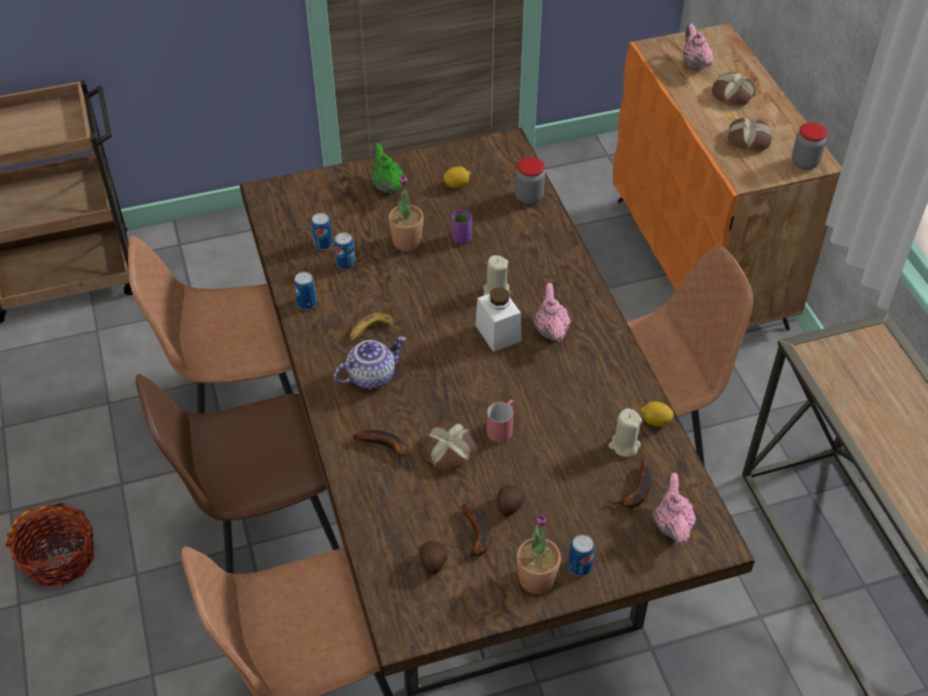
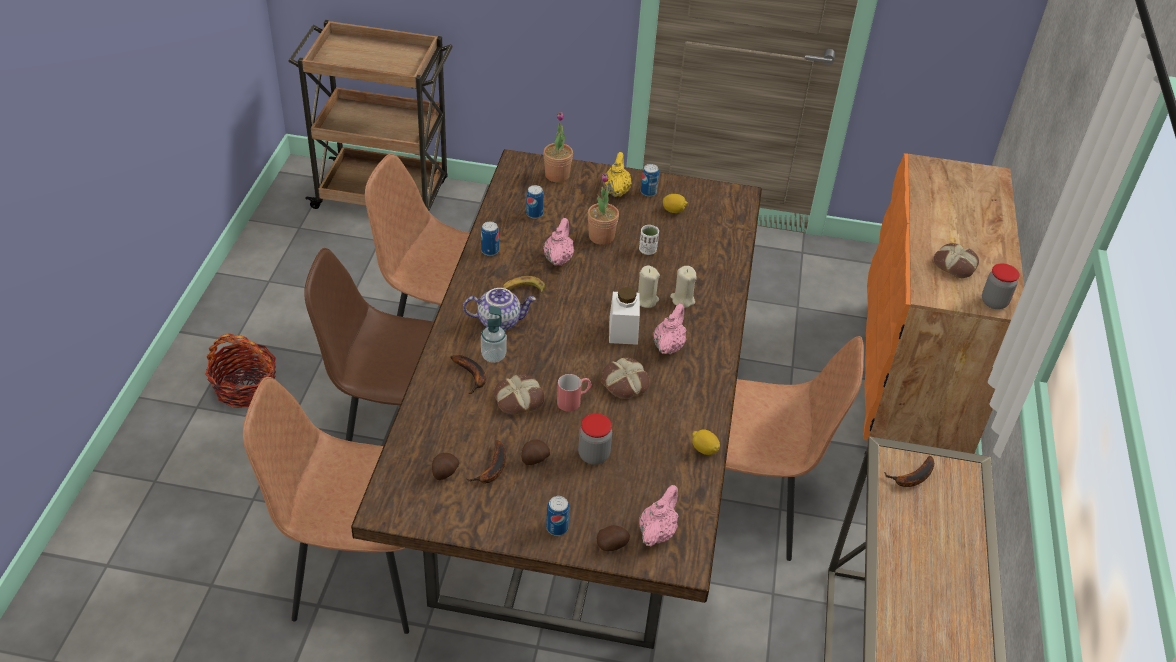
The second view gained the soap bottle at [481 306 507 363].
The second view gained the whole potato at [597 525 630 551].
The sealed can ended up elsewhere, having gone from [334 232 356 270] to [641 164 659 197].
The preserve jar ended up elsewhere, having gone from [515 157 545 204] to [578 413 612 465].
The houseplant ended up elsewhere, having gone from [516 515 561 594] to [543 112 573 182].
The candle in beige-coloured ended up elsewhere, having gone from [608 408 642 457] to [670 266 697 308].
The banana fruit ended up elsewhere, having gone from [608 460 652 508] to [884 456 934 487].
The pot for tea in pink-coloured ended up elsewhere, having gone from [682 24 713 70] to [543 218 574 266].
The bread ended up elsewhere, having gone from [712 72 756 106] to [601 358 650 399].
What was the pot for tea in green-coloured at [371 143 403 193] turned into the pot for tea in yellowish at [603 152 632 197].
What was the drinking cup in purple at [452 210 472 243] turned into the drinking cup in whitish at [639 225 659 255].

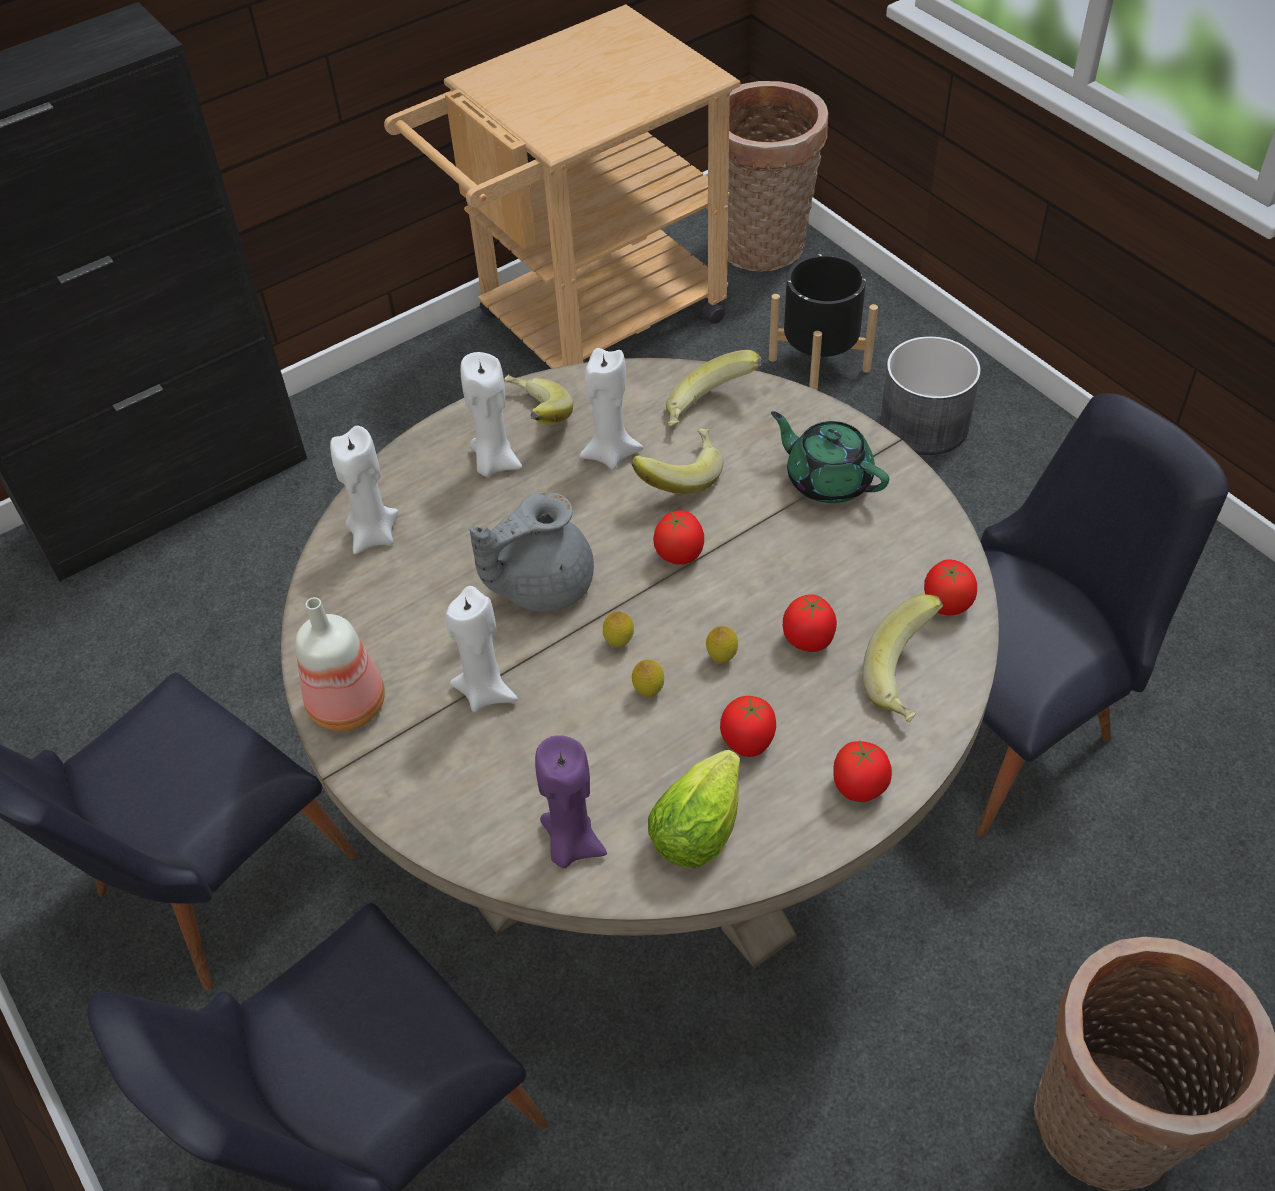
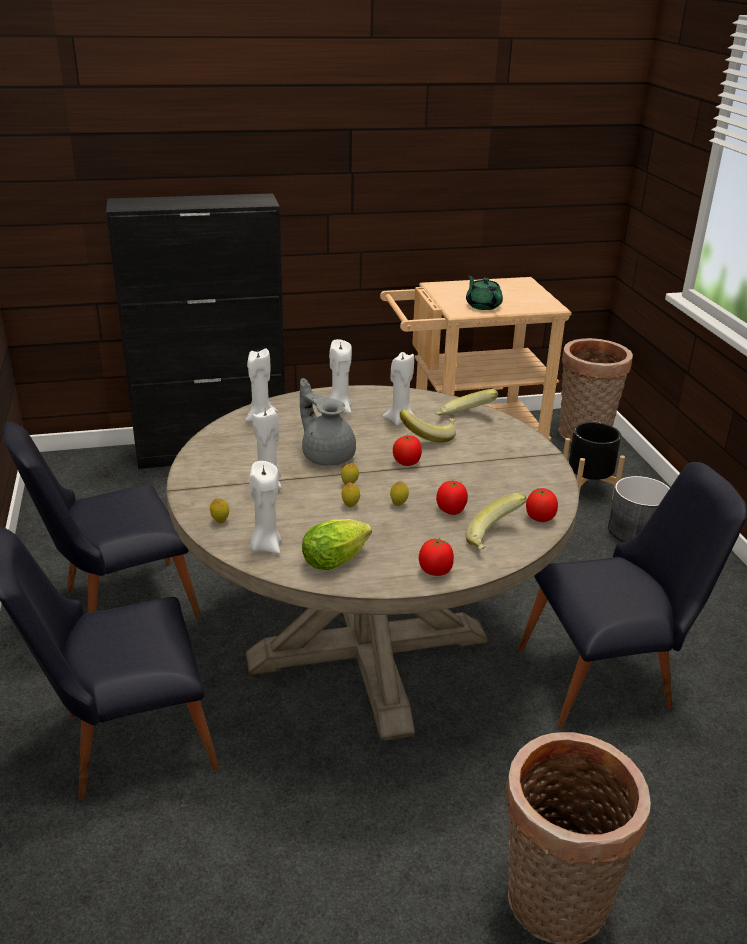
The second view lost the bottle at [295 597 385 731].
The second view lost the banana fruit at [504 375 573 425].
The second view lost the fresh tomato at [720 696 776 757].
The second view gained the whole lemon at [210 499 229 523].
The pot for tea in green-coloured ended up elsewhere, having gone from [771 411 889 503] to [466 275 503 310].
What was the candle in purple at [535 735 607 868] turned into the candle in whitish at [249 461 282 554].
The pot for tea in grey at [470 491 594 612] ended up facing another way, 60 degrees clockwise from before.

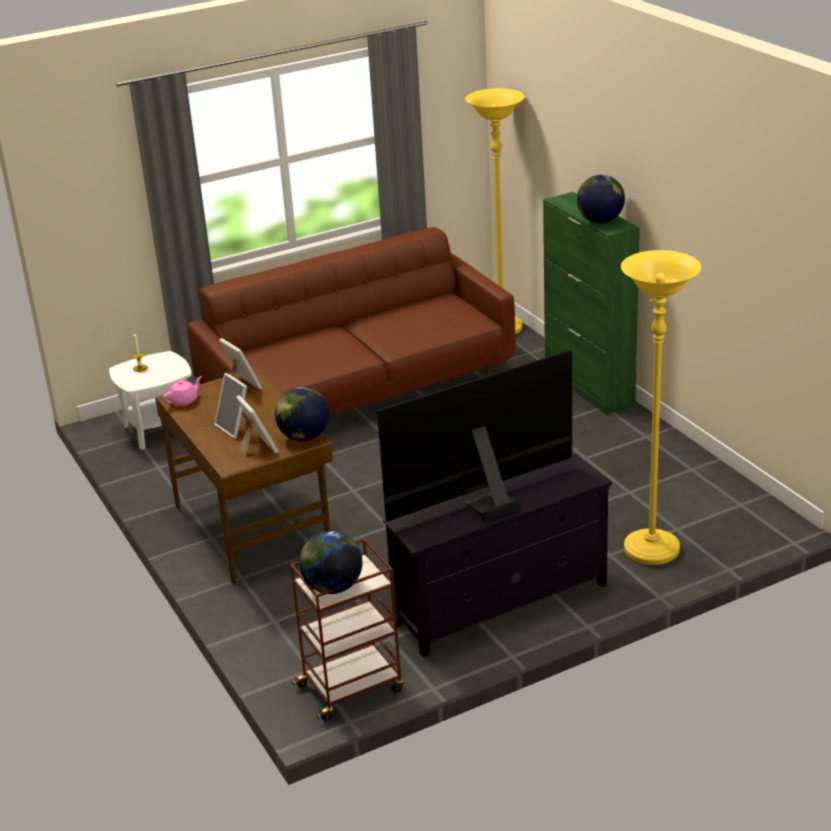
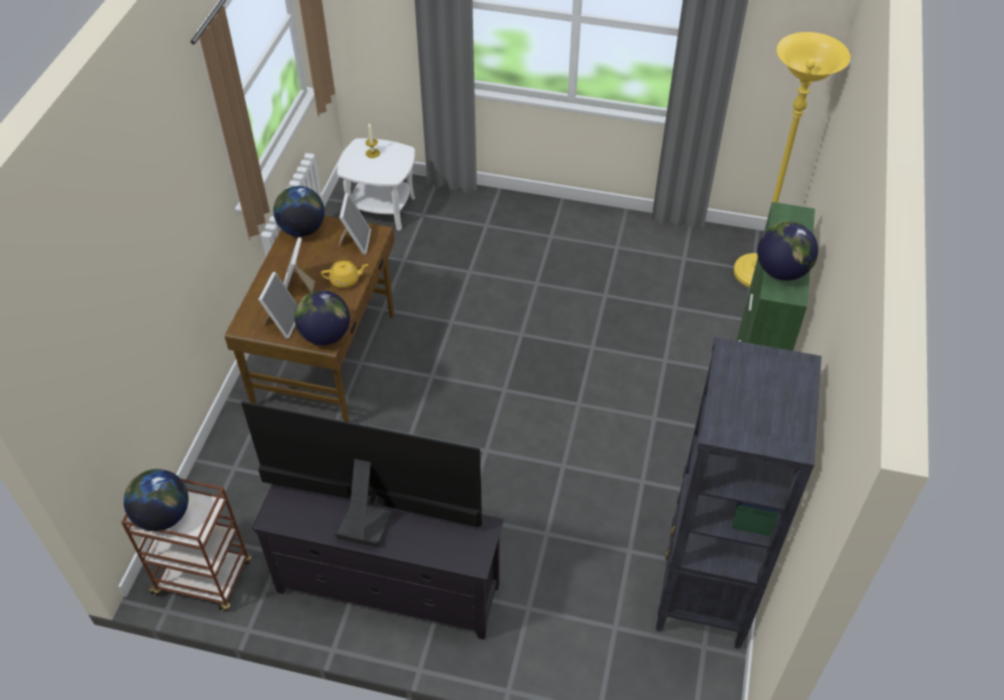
The second view lost the couch in brownish at [187 227 515 416].
The second view lost the floor lamp in yellowish at [621 250 701 565].
The second view gained the pot for tea in yellowish at [320 260 368 288].
The second view gained the bookcase in black-coloured at [656 337 822 649].
Where the pot for tea in pink-coloured stood at [163 376 202 406], the world globe came to stand at [273 186 325 237].

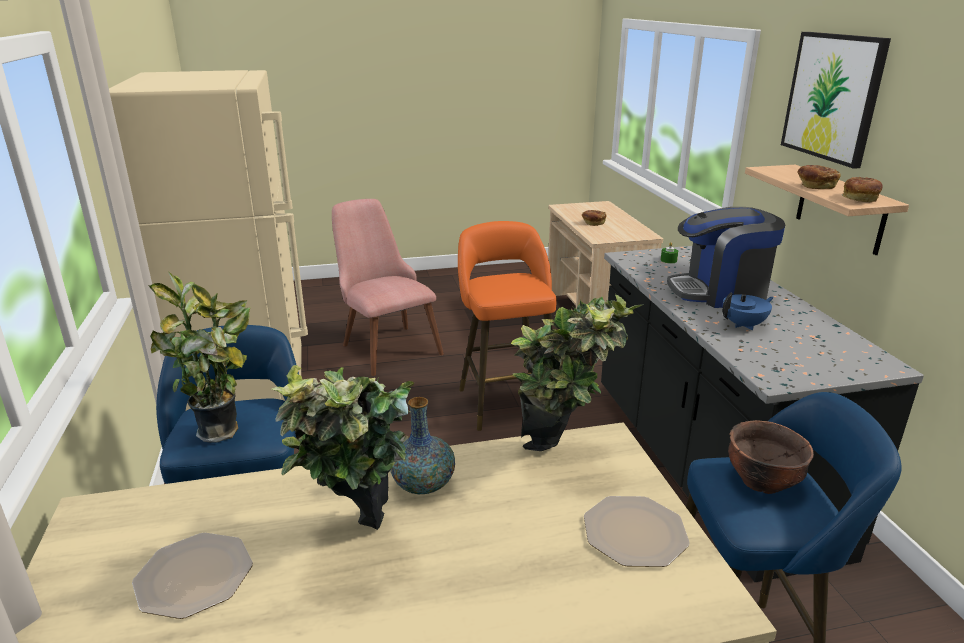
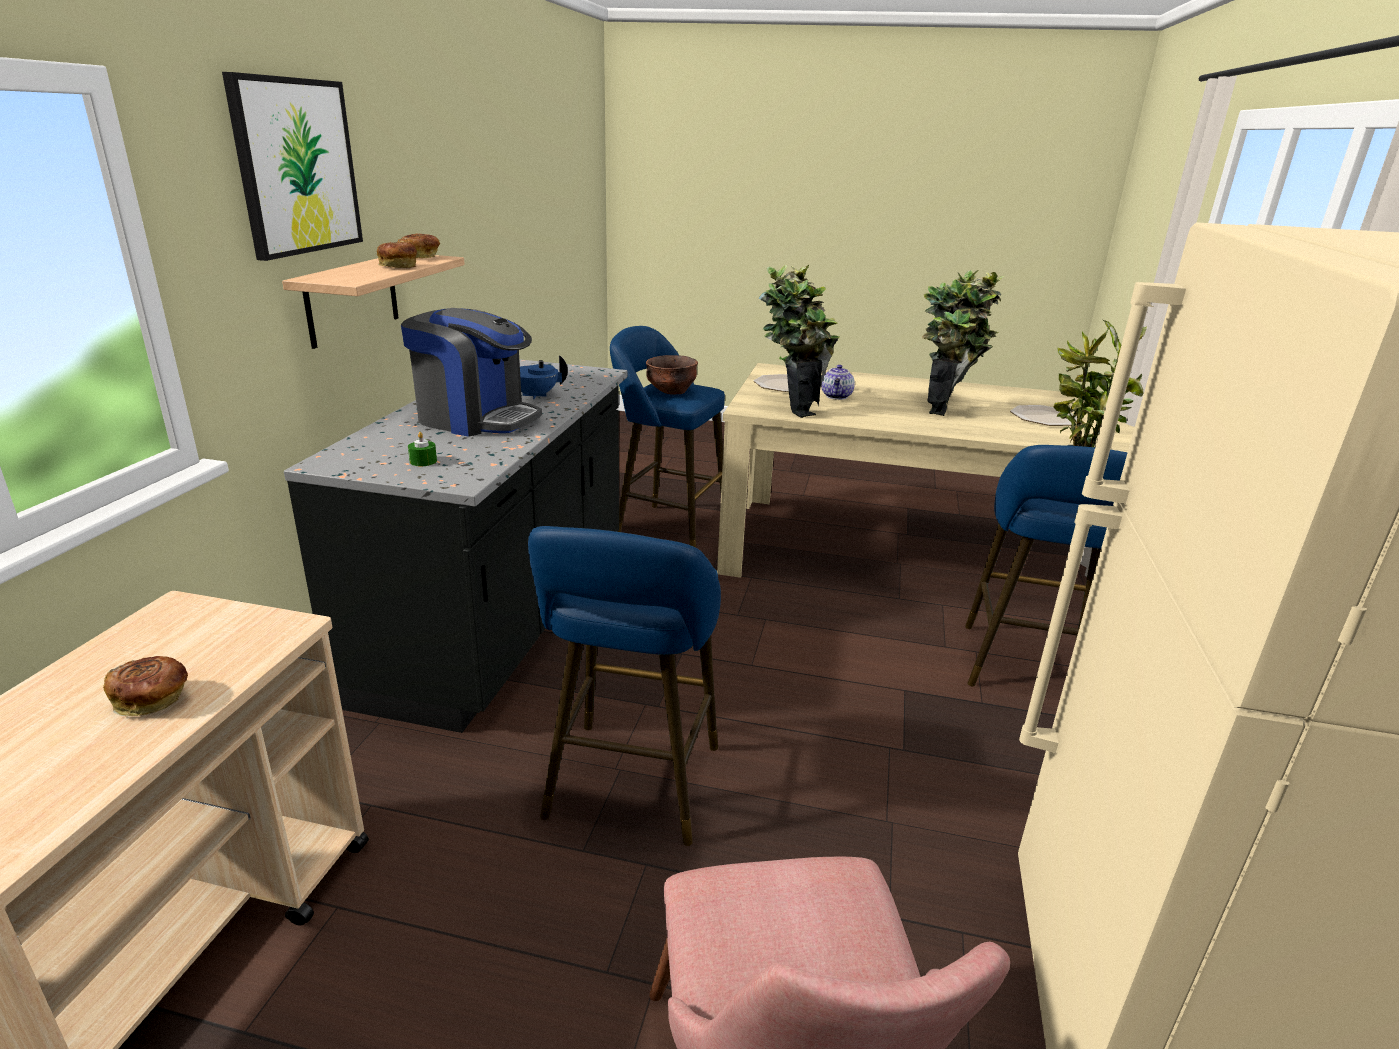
The second view lost the flower vase at [390 397 455 494].
The second view gained the pot for tea at [821 365 855 400].
What was the sitting stool in orangey at [458 221 557 431] turned into the sitting stool in blue-coloured at [528 526 721 846].

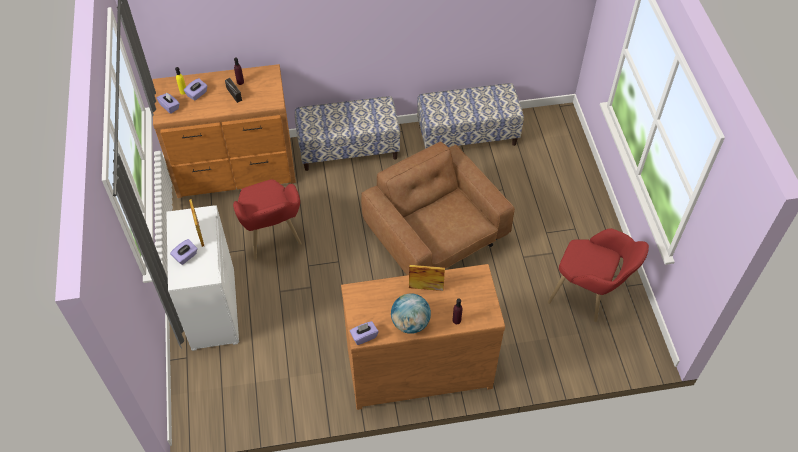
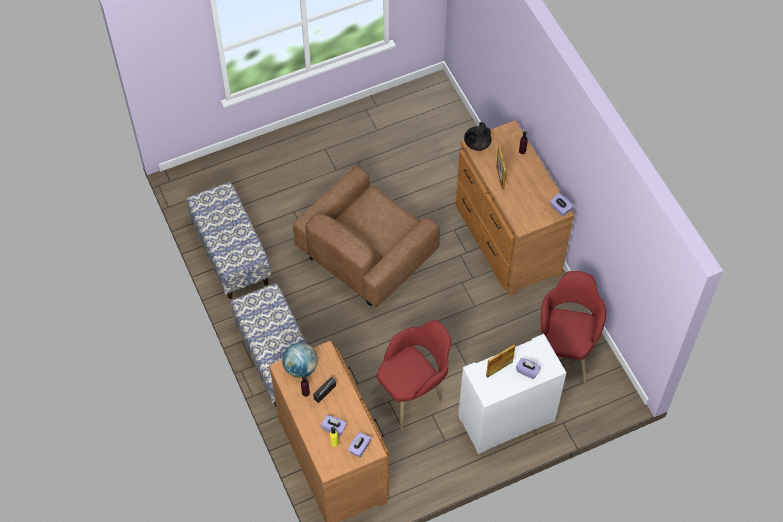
The second view gained the pot for tea in black-coloured at [464 122 491 151].
The world globe ended up elsewhere, having gone from [391 293 431 334] to [282 343 318 378].
The easy chair in red-coloured ended up elsewhere, having gone from [548 228 649 322] to [541 271 606 384].

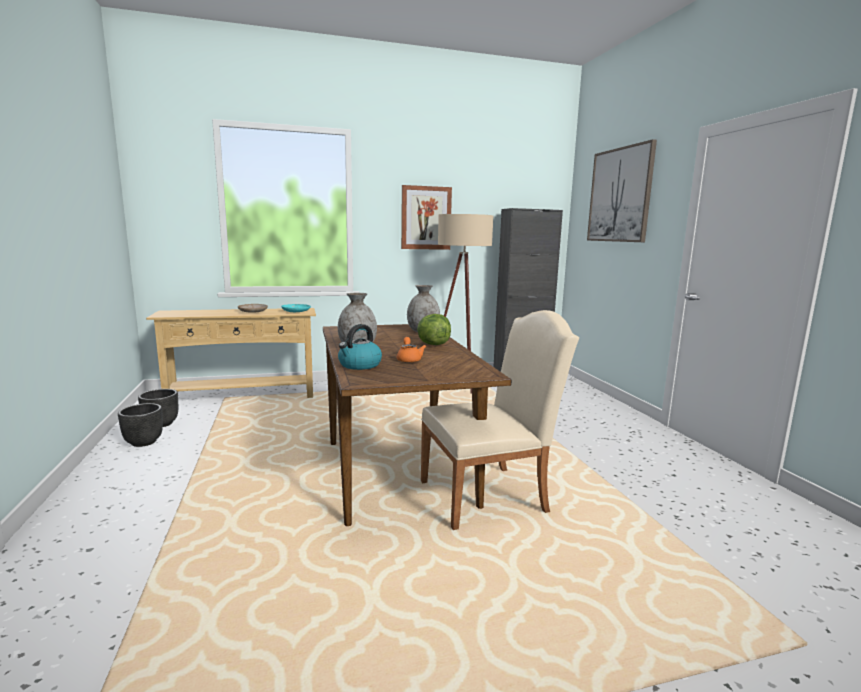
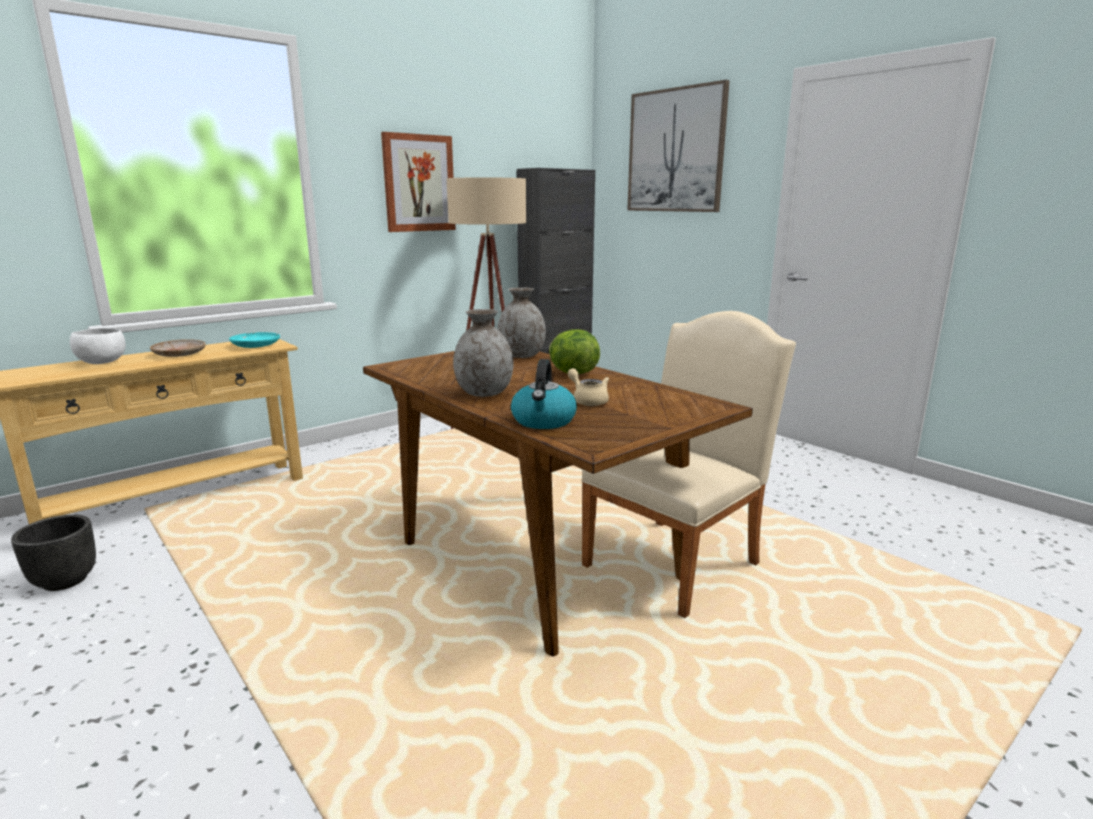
The second view lost the flower pot in black-coloured at [118 403 163 447].
The second view gained the deep dish in whitish at [70 328 126 364].
What was the pot for tea in orangey at [397 337 426 363] turned into the pot for tea in beige-coloured at [568 368 609 406].

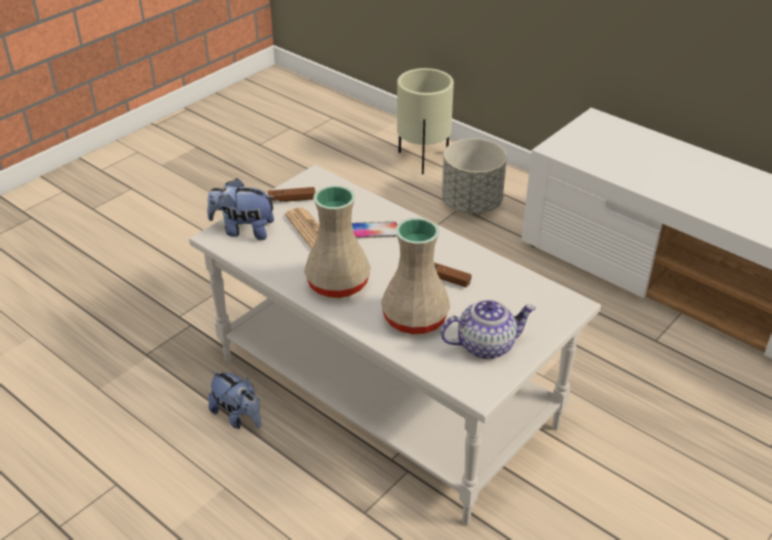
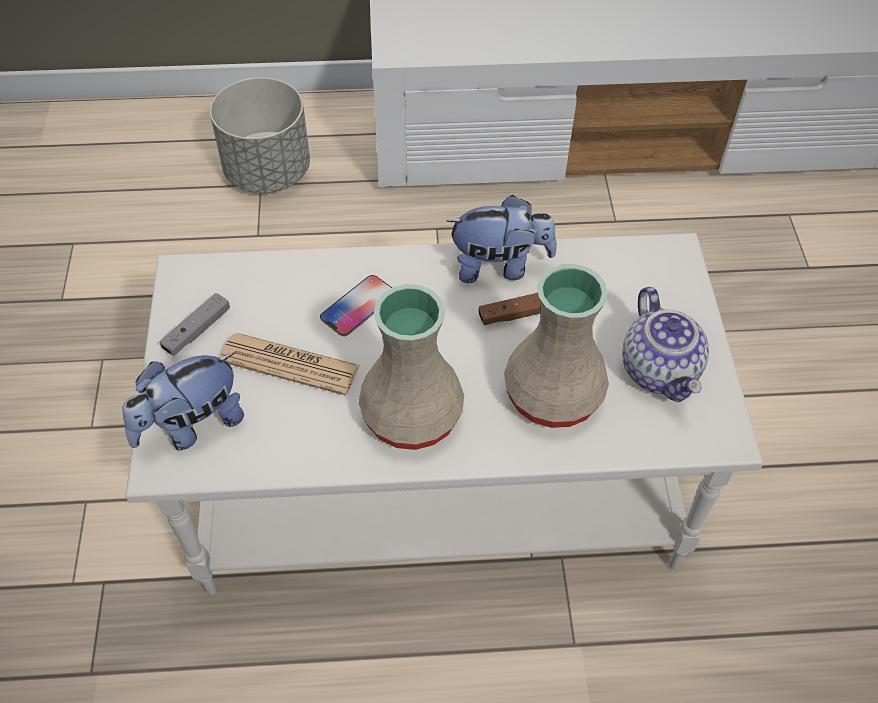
The second view lost the flower pot in beige-coloured at [397 68 454 174].
The plush toy ended up elsewhere, having gone from [208 370 261 429] to [446 195 557 283].
What was the game controller in brownish at [268 187 315 202] turned into the game controller in grey at [159 293 230 356].
The pot for tea at [441 299 536 359] ended up facing another way, 135 degrees clockwise from before.

